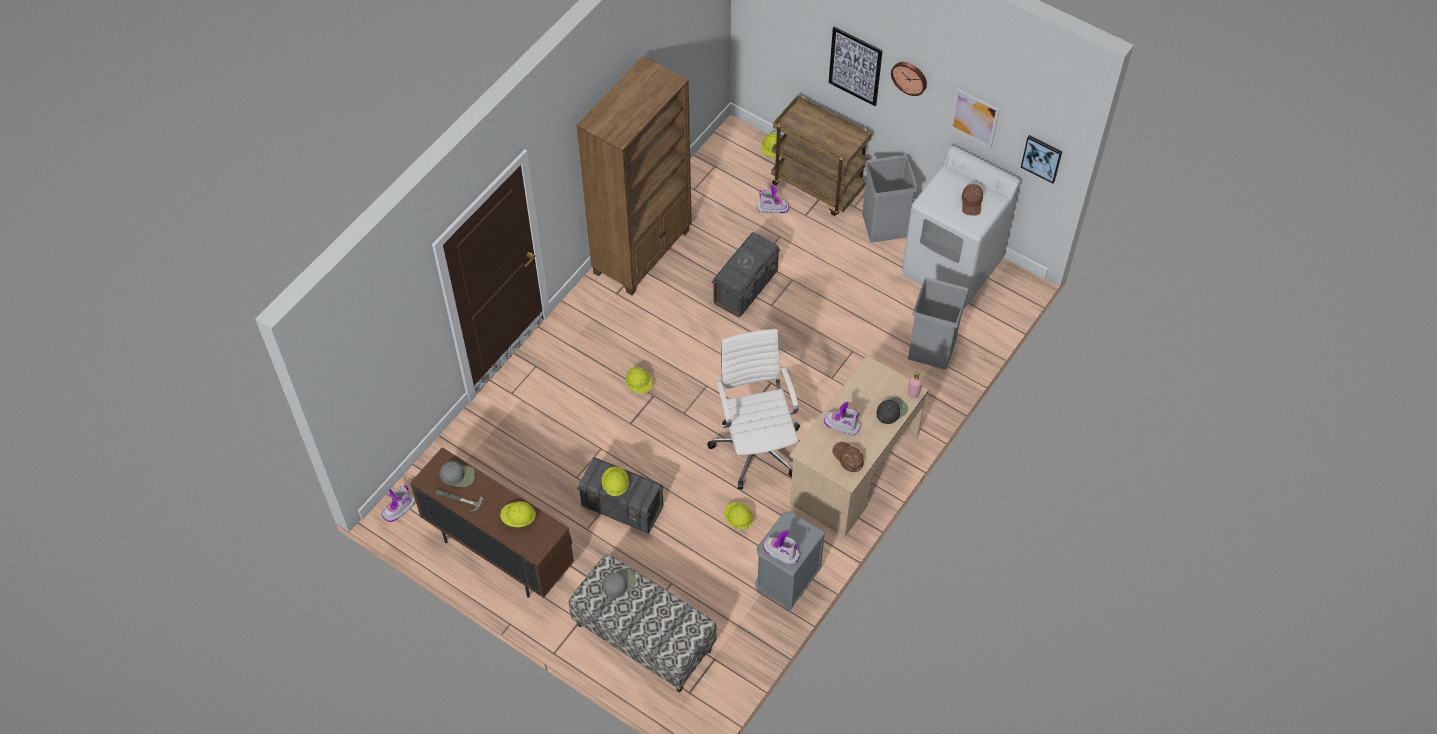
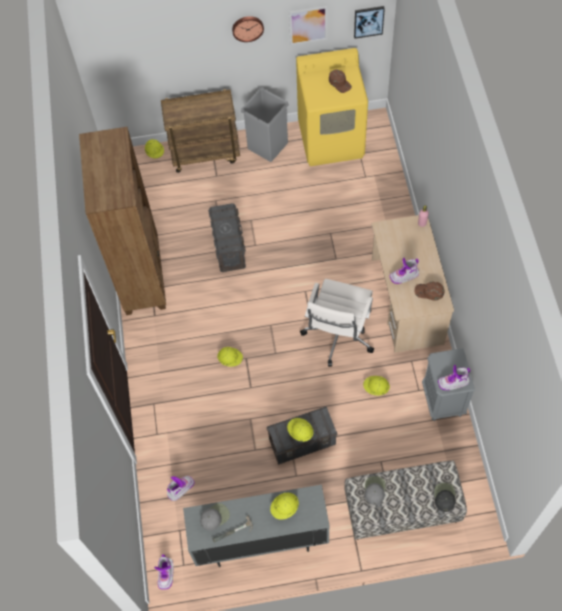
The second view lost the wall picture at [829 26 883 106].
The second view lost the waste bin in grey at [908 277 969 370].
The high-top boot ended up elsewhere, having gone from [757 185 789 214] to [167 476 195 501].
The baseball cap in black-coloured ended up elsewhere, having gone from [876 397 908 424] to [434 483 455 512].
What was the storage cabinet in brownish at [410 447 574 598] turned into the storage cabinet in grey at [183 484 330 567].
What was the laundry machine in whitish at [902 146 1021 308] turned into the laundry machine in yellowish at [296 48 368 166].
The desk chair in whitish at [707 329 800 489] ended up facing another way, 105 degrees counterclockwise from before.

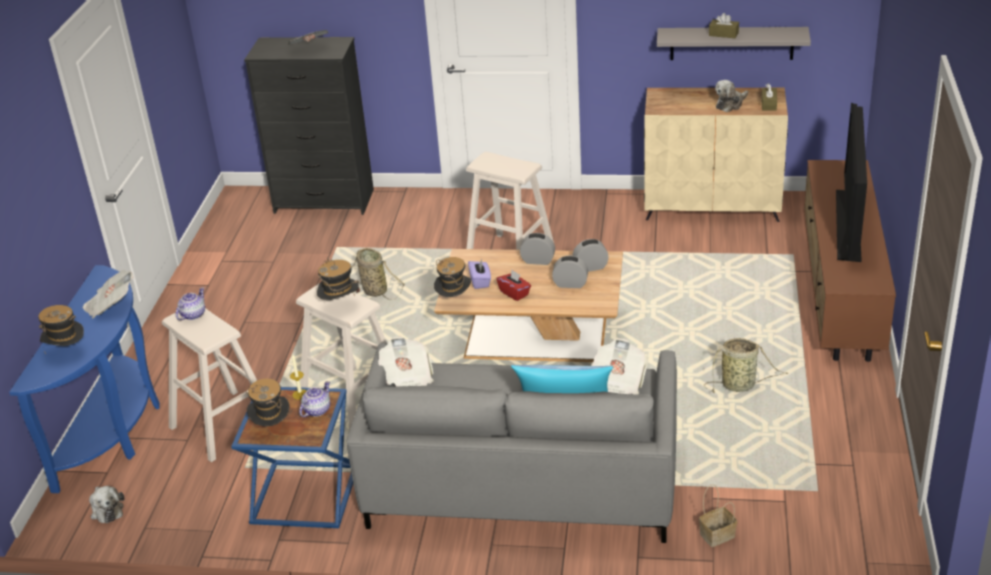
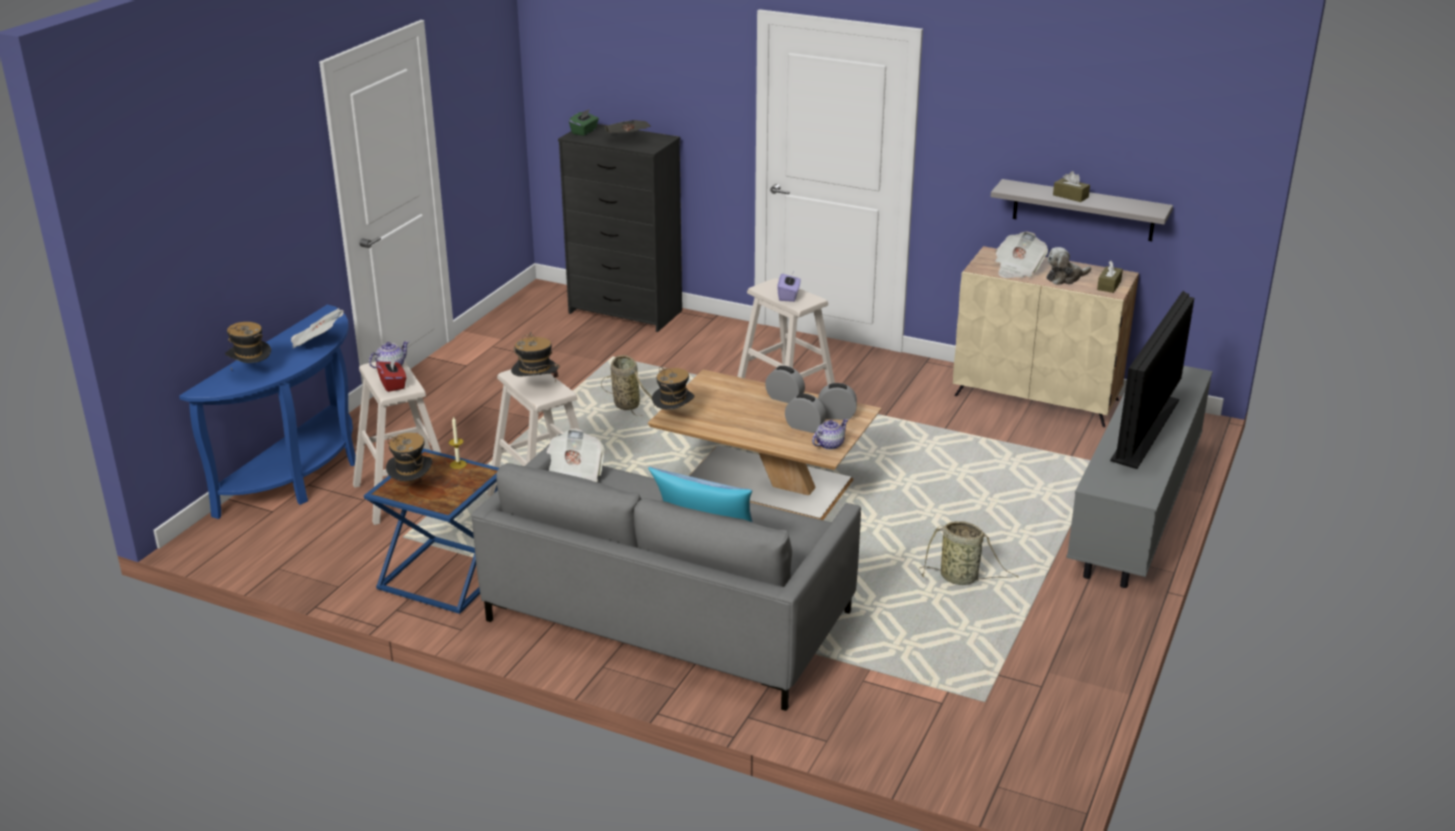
The second view lost the plush toy at [89 486 124 524].
The second view lost the basket at [699 484 737 547].
The second view gained the tissue box in green-coloured at [569 109 599 136].
The pot for tea ended up elsewhere, having gone from [299 381 330 417] to [812 419 848 450].
The tissue box in purple ended up elsewhere, having gone from [468 258 491 289] to [777 274 801 302].
The tissue box in red-coloured ended up elsewhere, having gone from [497 270 531 301] to [376 356 406 392].
The printed paper ended up elsewhere, having gone from [591 339 648 394] to [995 232 1048 278].
What was the media console in brownish at [804 160 896 362] turned into the media console in grey at [1066 366 1213 588].

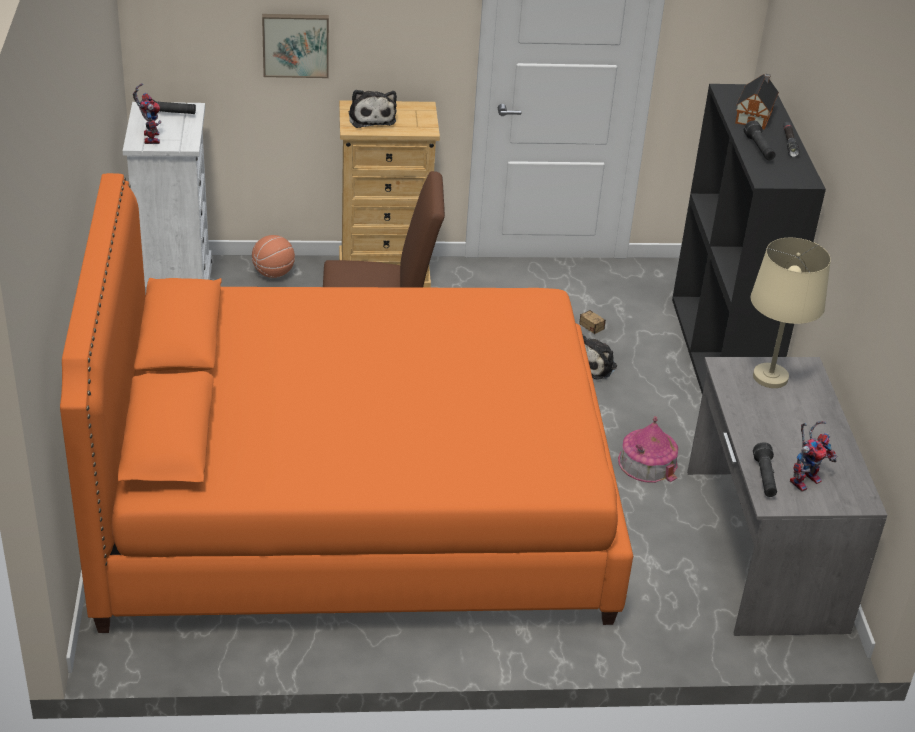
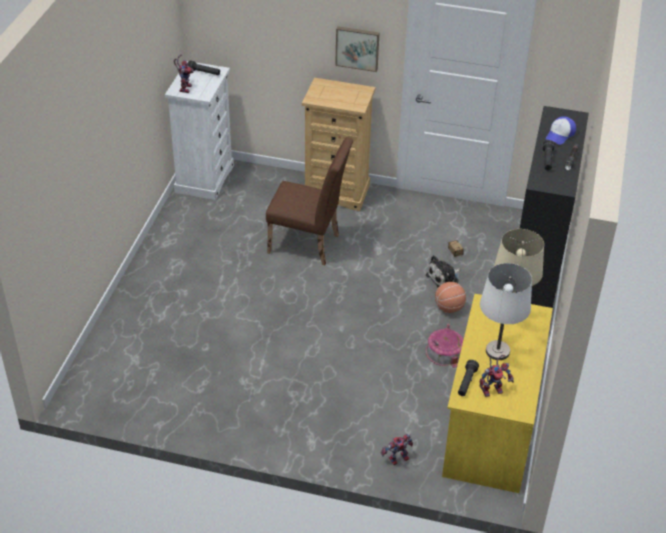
The second view lost the sleeping bed in orangey at [60 173 633 633].
The second view lost the plush toy at [349 90 397 128].
The second view gained the robot figure at [381 434 413 465].
The second view gained the tabletop lamp in whitish at [480 263 532 360].
The ball for basketball ended up elsewhere, having gone from [252 235 295 278] to [435 282 466 313].
The wall picture ended up elsewhere, having gone from [262 14 329 78] to [335 26 380 72].
Where the miniature house stood at [735 74 779 129], the baseball cap came to stand at [546 116 576 145].
What was the desk unit in grey at [687 357 887 636] turned into the desk unit in yellowish at [442 294 553 493].

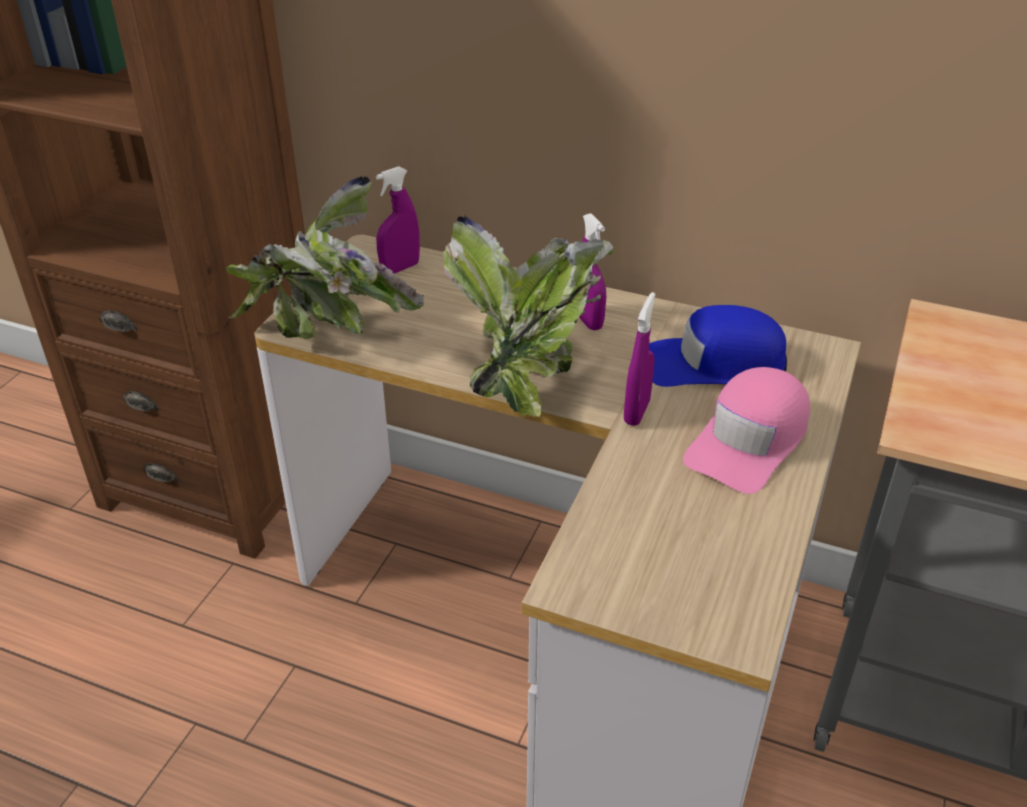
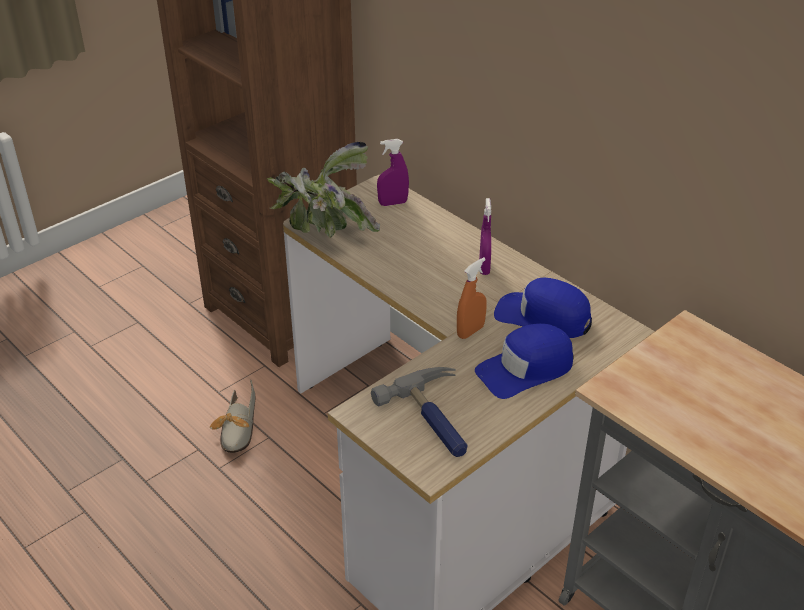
The second view lost the houseplant at [443 215 614 417].
The second view gained the item of footwear at [210 380 255 453].
The second view gained the hand hammer at [371 367 468 457].
What was the hand sprayer in purple at [624 292 656 426] turned into the hand sprayer in orangey at [457 257 487 339].
What was the baseball cap in pink-coloured at [683 367 810 494] turned into the baseball cap in blue-coloured at [475 323 574 399].

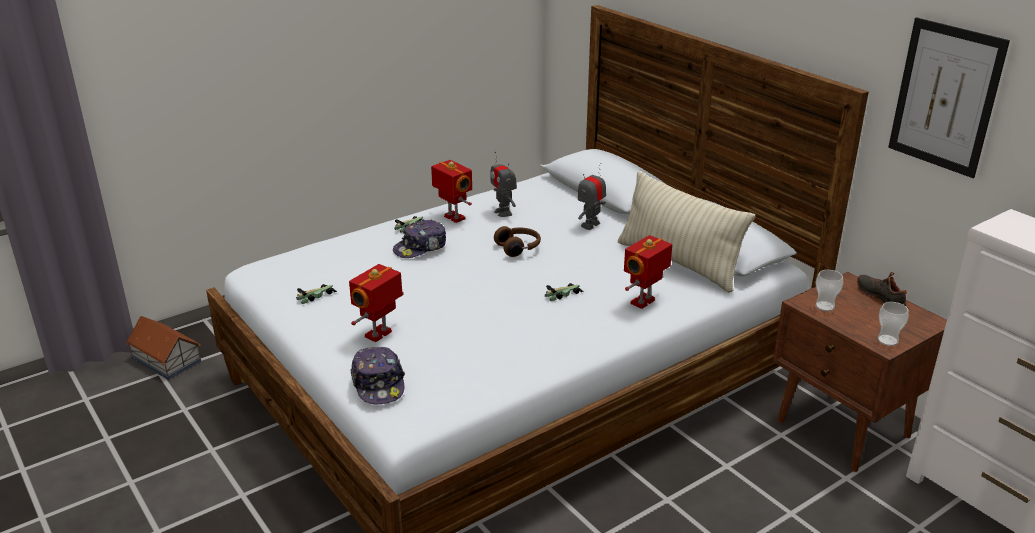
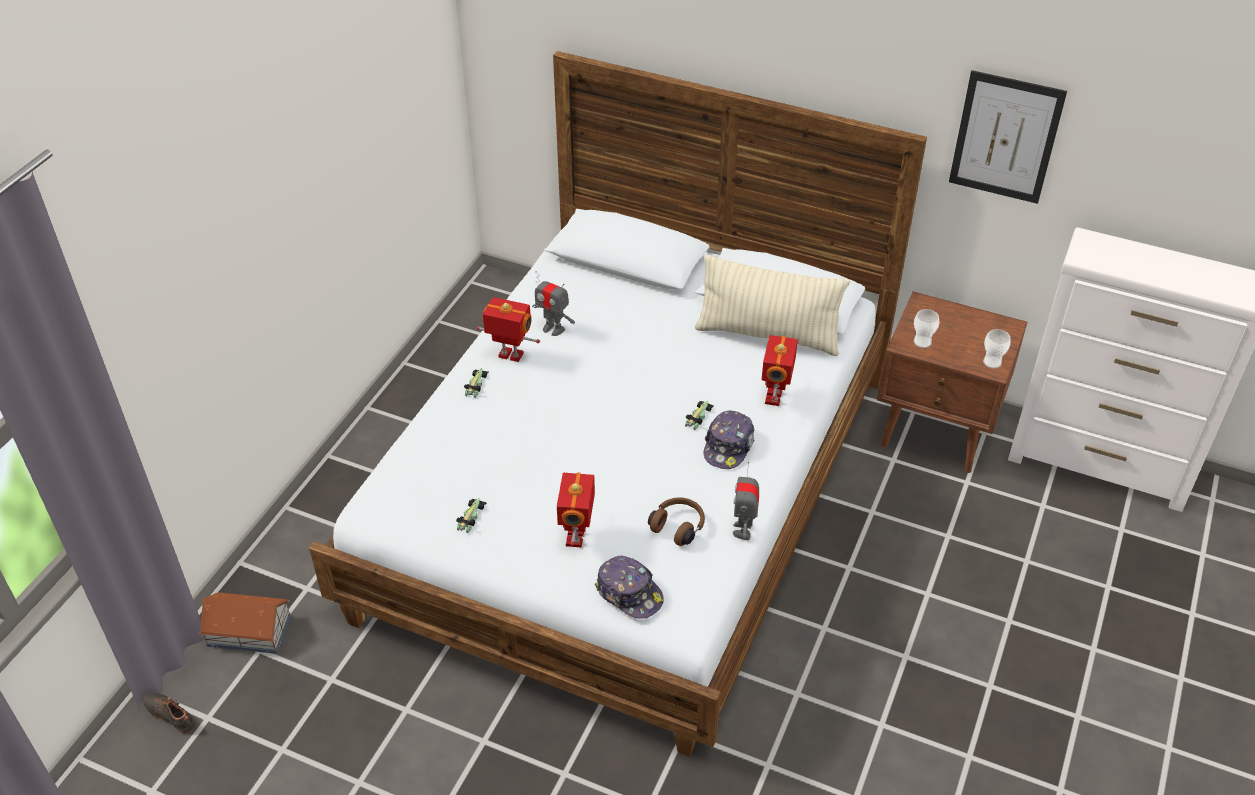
The baseball cap ended up elsewhere, having gone from [393 220 446 258] to [703 411 754 469].
The pair of headphones in brownish ended up elsewhere, having gone from [494 226 541 257] to [648 497 705 546].
The robot figure ended up elsewhere, having gone from [578 163 606 230] to [733 462 759 540].
The item of footwear in black-coloured ended up elsewhere, having gone from [857 272 907 306] to [143 693 196 734].

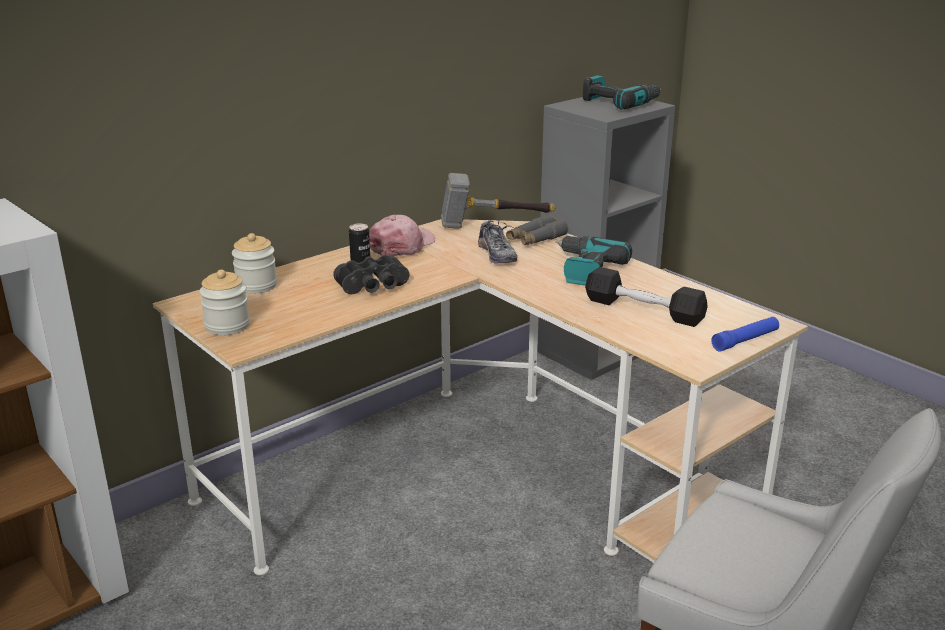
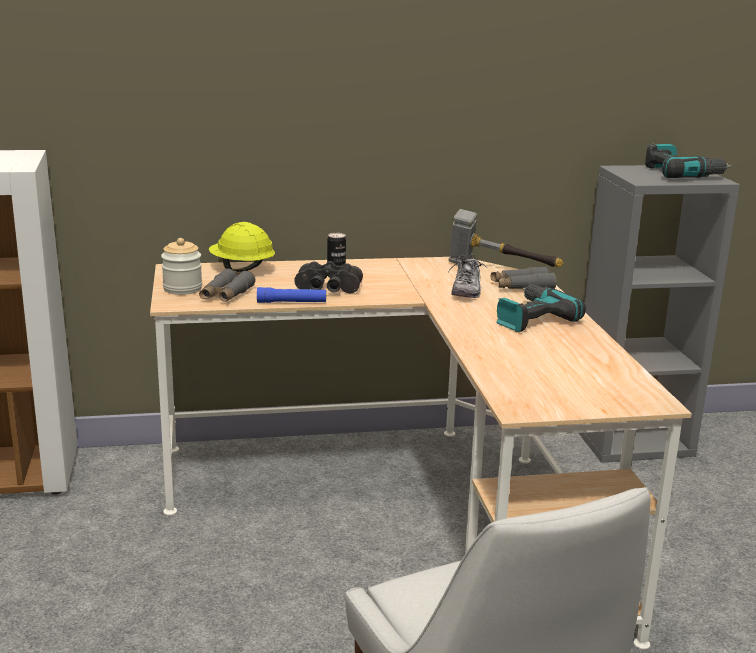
The second view lost the baseball cap in pink-coloured at [369 215 436 256].
The second view lost the hand weight in black-coloured at [585 267 708 327].
The second view gained the field glasses in grey at [199 268 255 302].
The torch in blue-coloured ended up elsewhere, having gone from [711 317 779 351] to [257 287 327 303].
Where the preserve jar stood at [232 233 277 294], the hard hat in yellowish came to stand at [209 222 275 272].

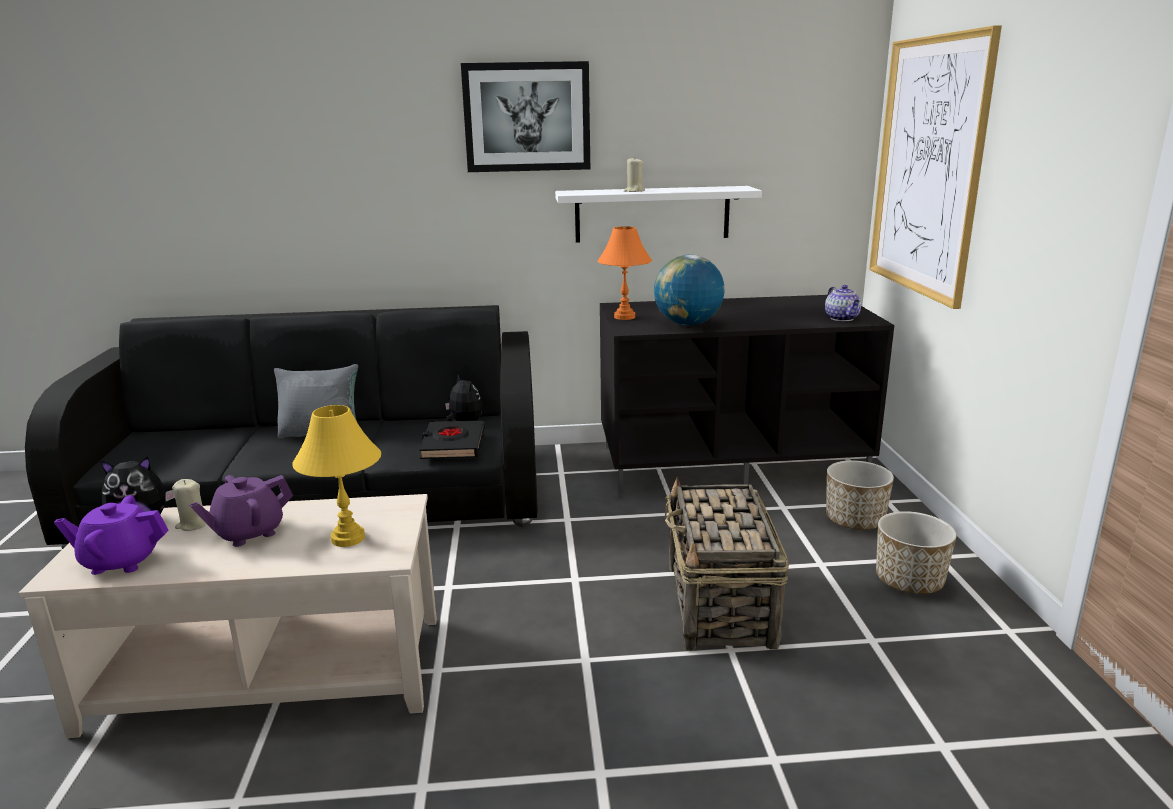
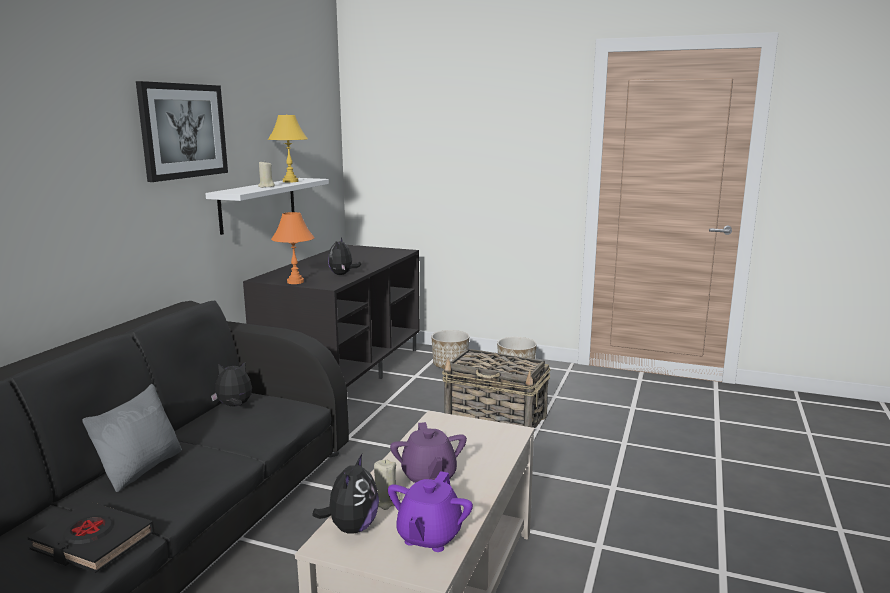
The second view lost the pot for tea at [825 285 861 321].
The second view lost the wall picture at [869 25 1002 309].
The tabletop lamp in yellowish ended up elsewhere, having gone from [292 405 381 547] to [268 114 308 183].
The book in black-coloured ended up elsewhere, having gone from [419 421 485 459] to [27 501 154 573].
Where the world globe stood at [654 255 725 326], the plush toy came to stand at [328 237 361 275].

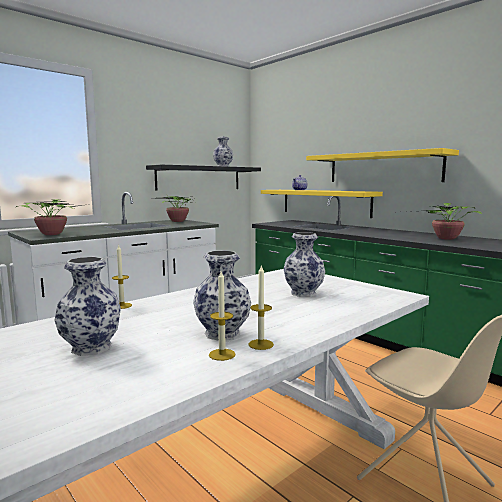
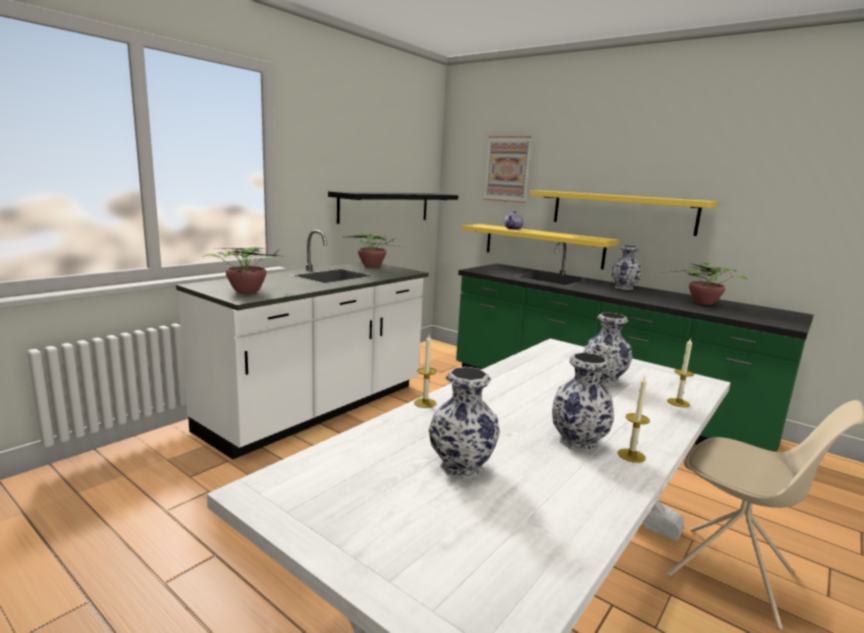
The second view gained the wall picture at [484 136 532 203].
The candle ended up elsewhere, having gone from [209 271 236 361] to [667 337 694 407].
The flower vase ended up elsewhere, having gone from [213 137 233 167] to [611 245 642 290].

